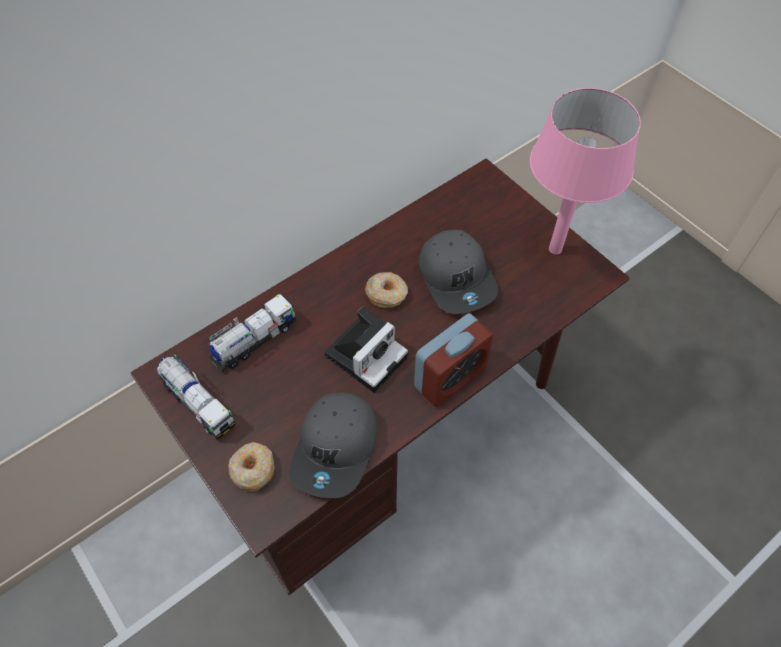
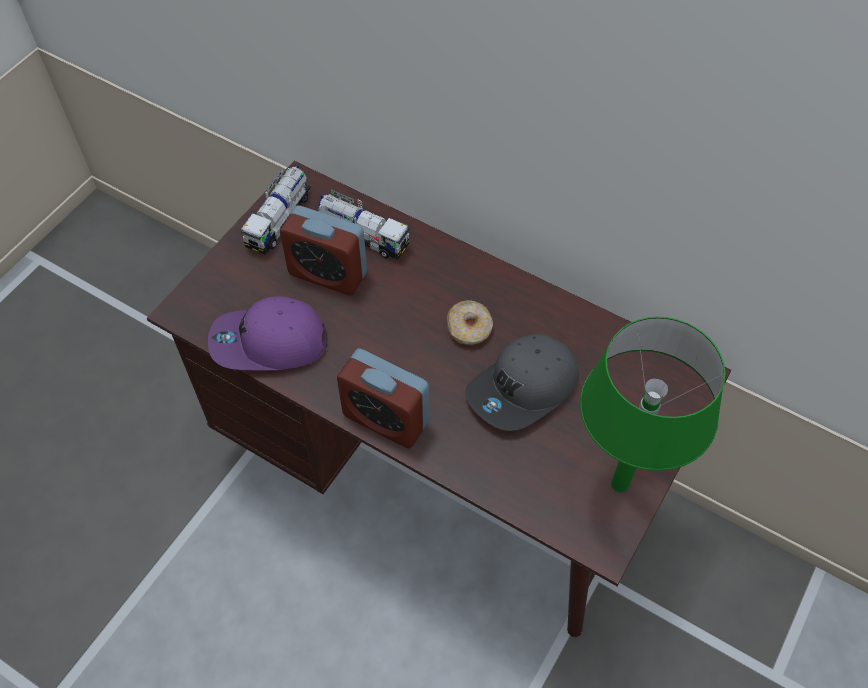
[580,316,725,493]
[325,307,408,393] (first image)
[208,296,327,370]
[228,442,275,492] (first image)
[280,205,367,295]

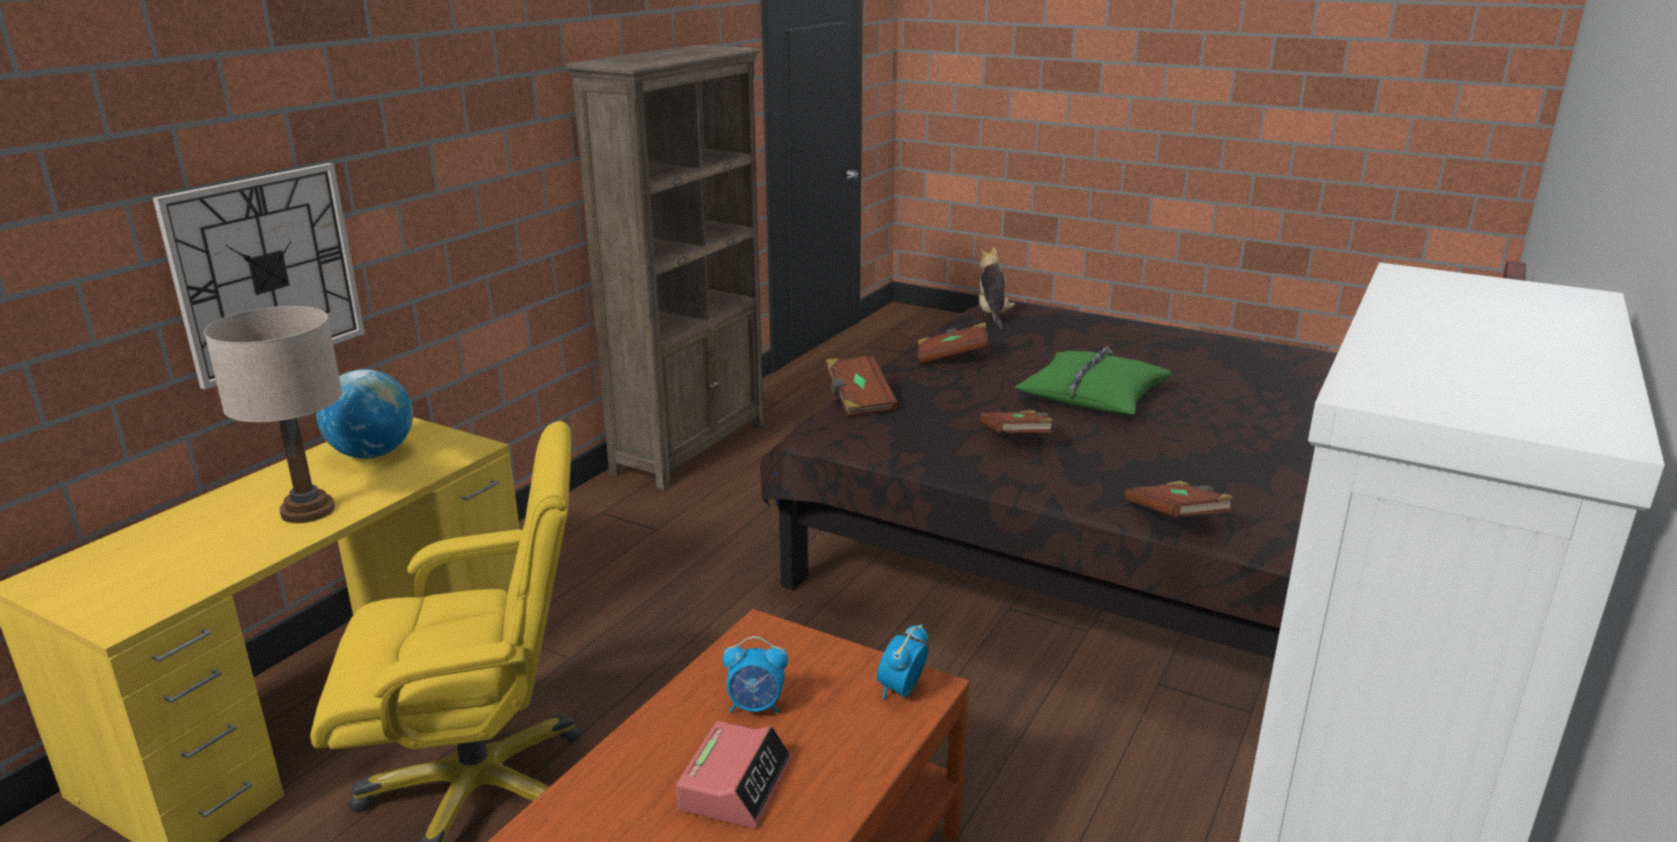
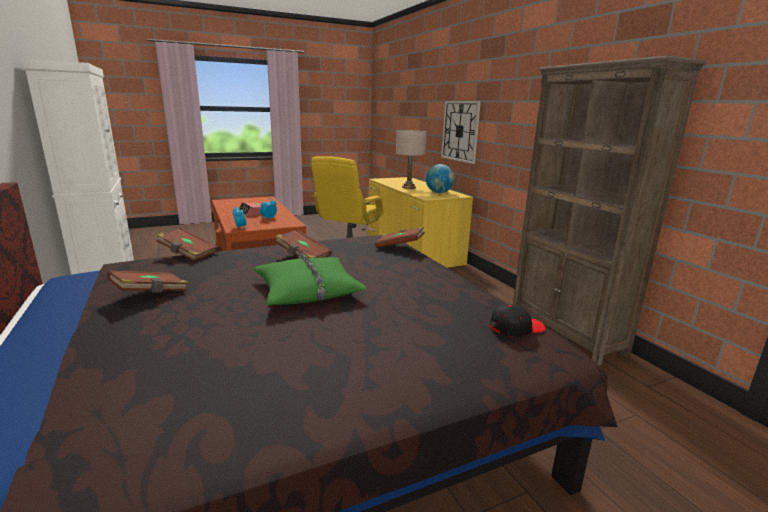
[490,304,545,337]
[107,271,188,292]

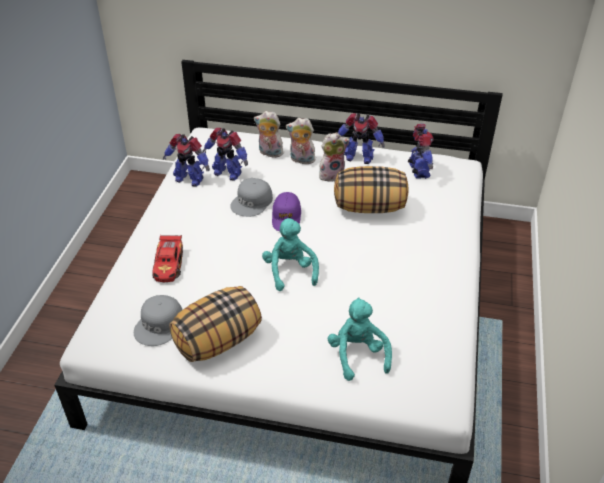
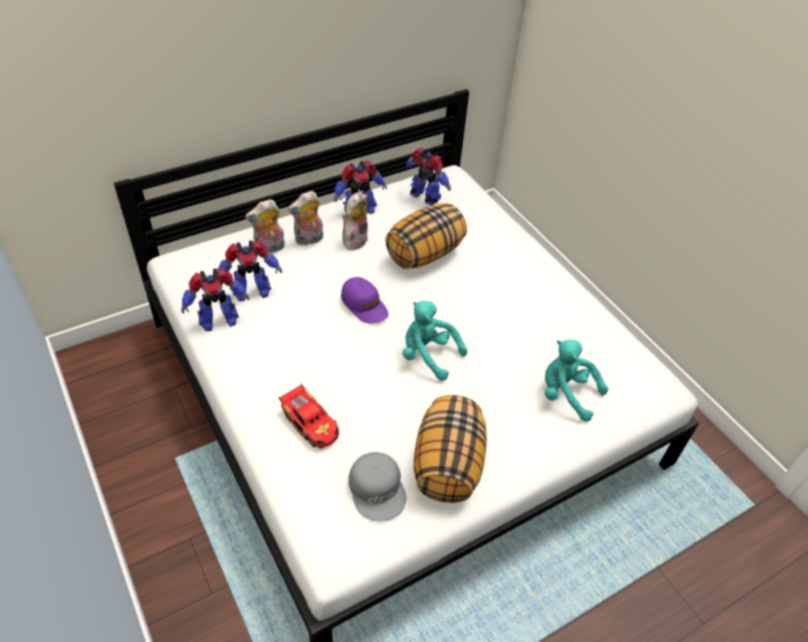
[230,178,273,217] (first image)

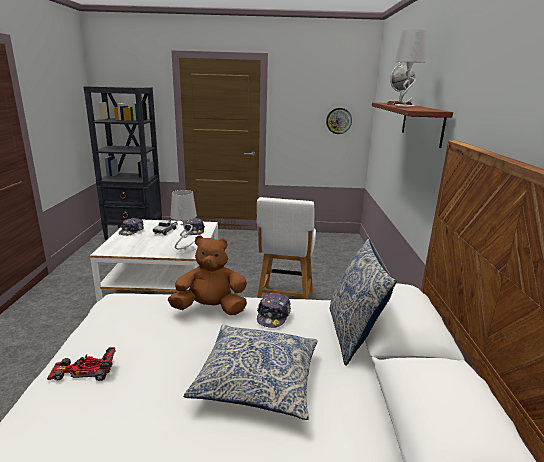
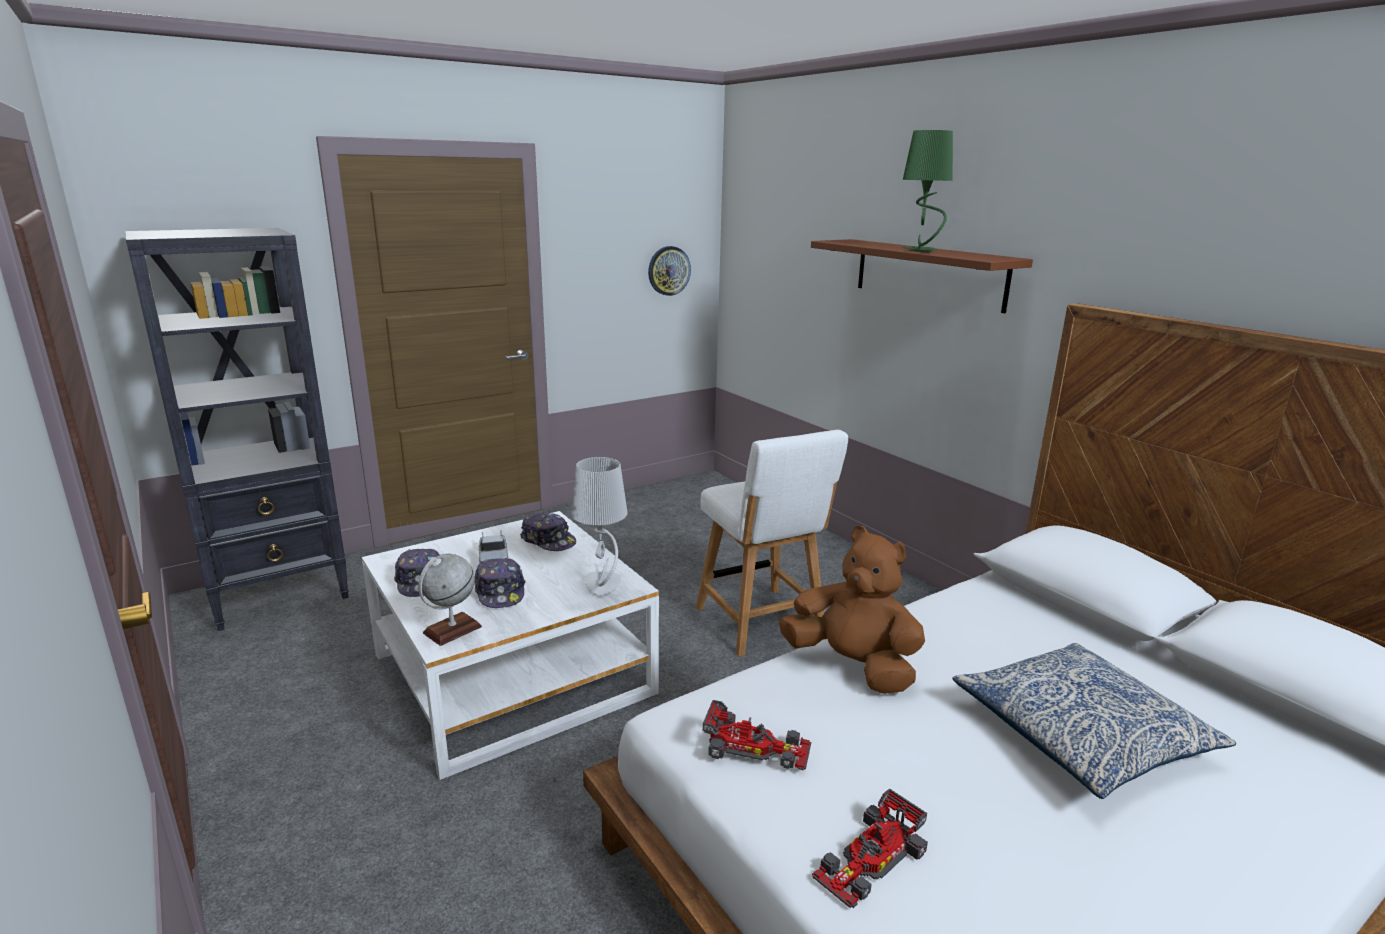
[903,130,953,252]
[418,554,482,646]
[779,526,925,694]
[329,239,397,366] (first image)
[474,558,526,608]
[703,700,811,770]

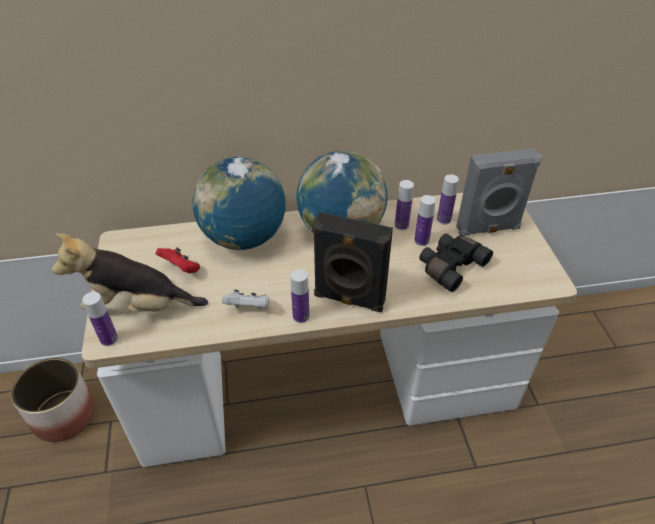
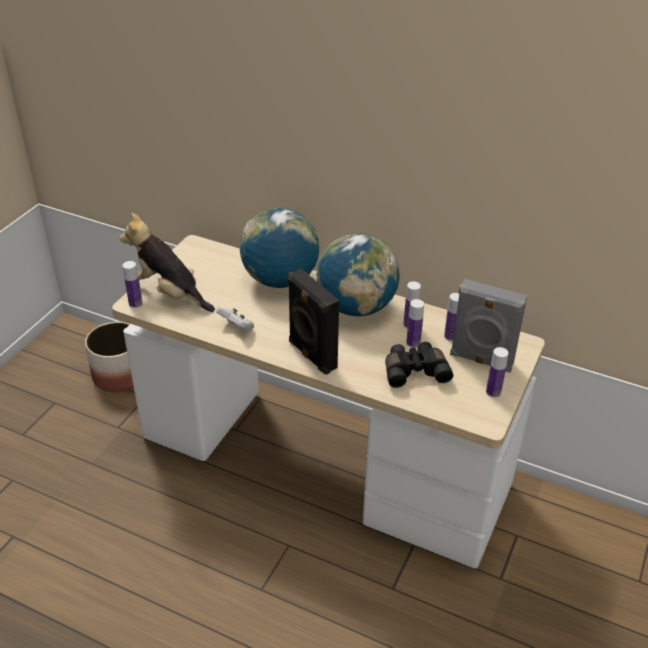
[156,248,200,274] (first image)
[486,347,508,398]

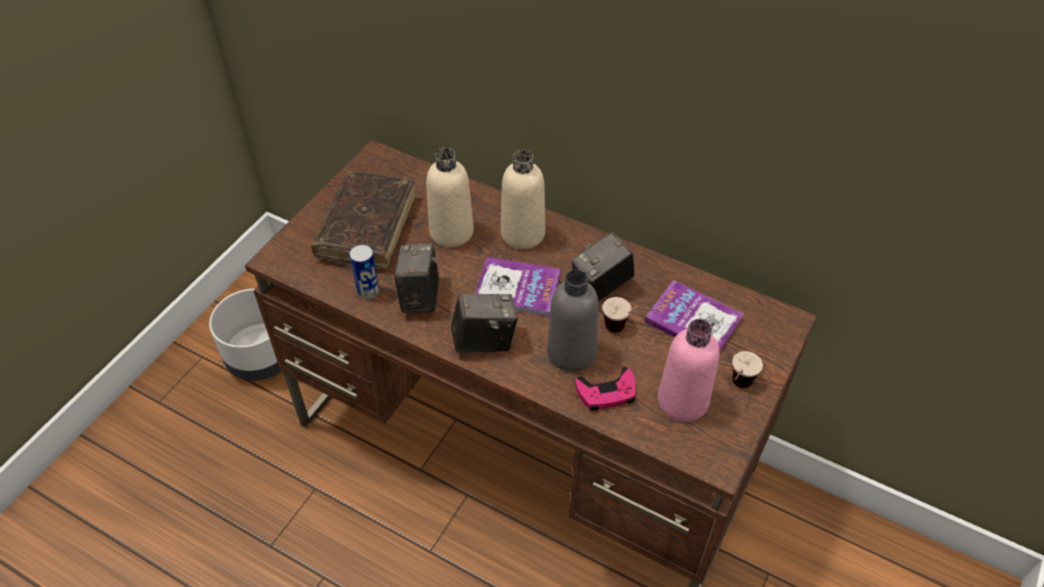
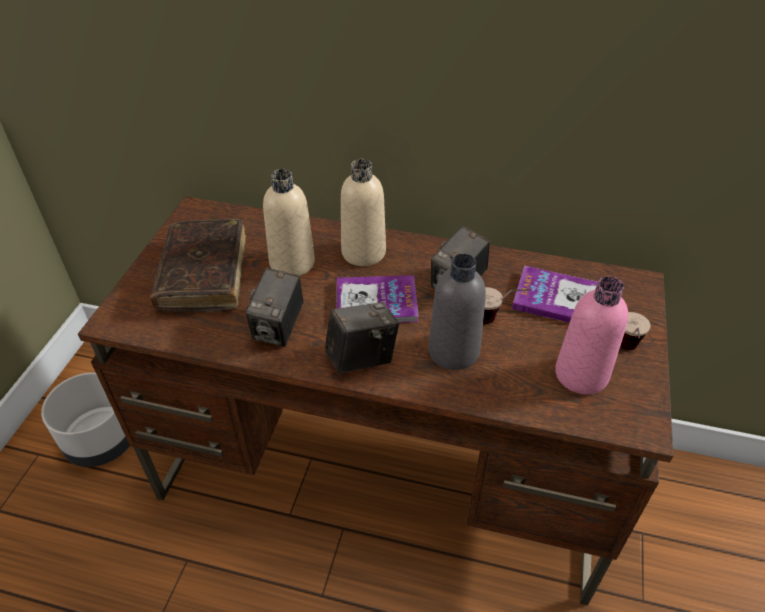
[246,268,304,347]
[349,244,379,299] (first image)
[576,367,636,411] (first image)

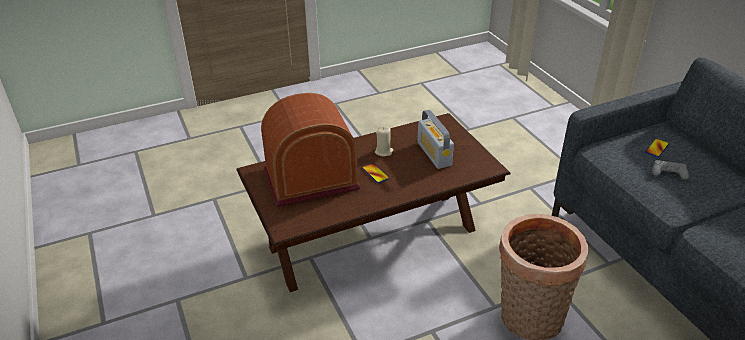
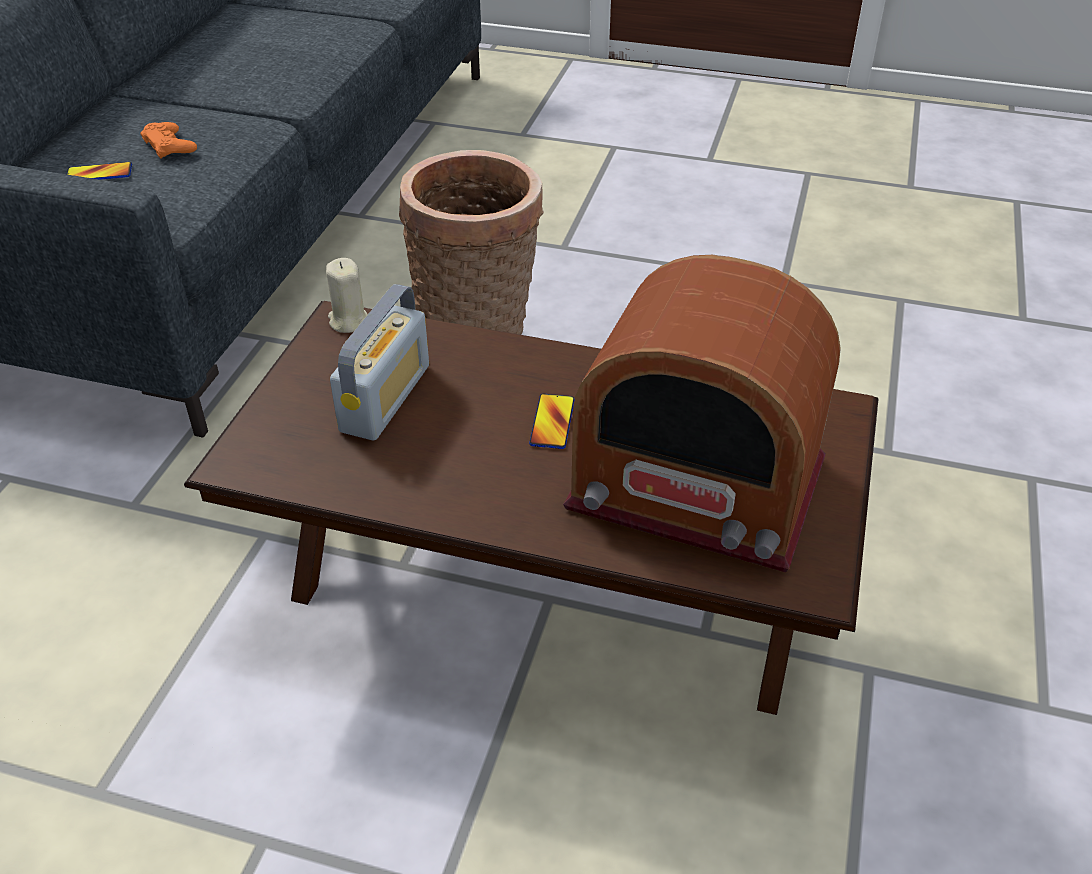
[326,258,368,333]
[140,122,197,159]

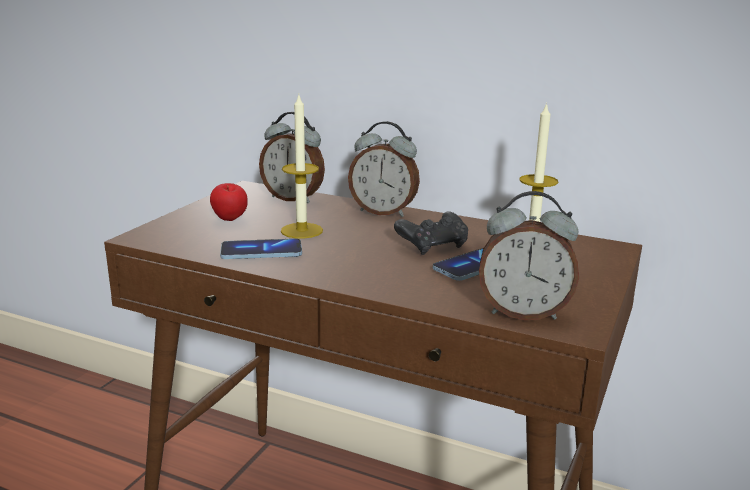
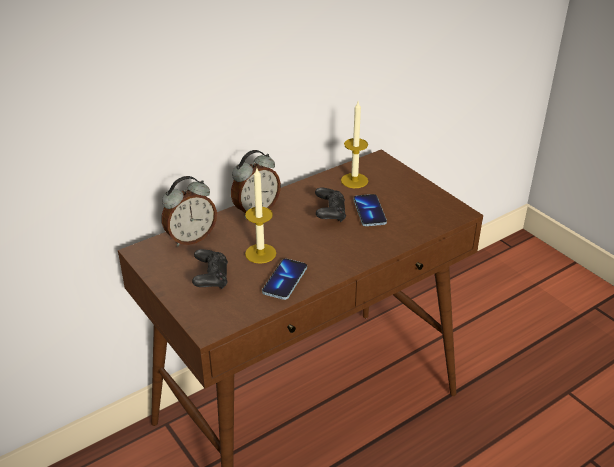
[192,249,228,289]
[479,191,579,320] (first image)

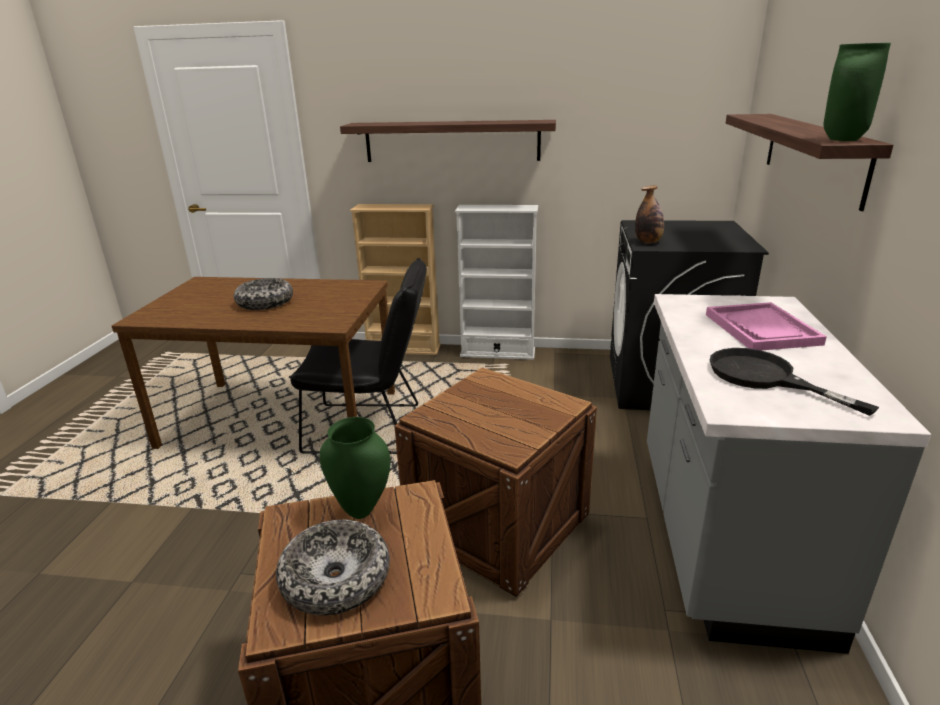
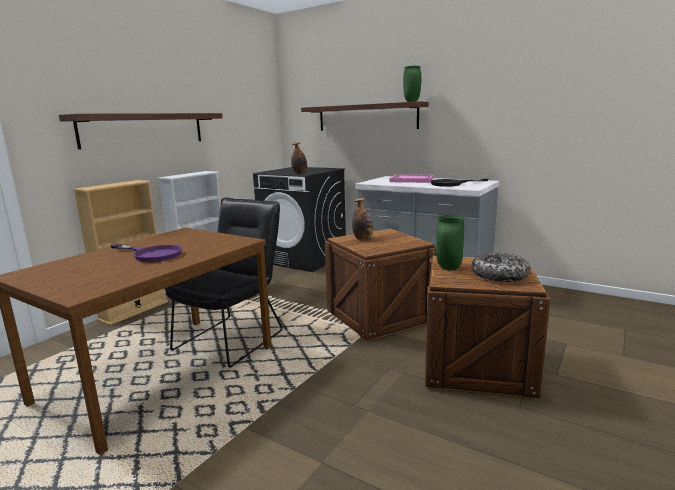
[111,244,183,262]
[352,198,373,240]

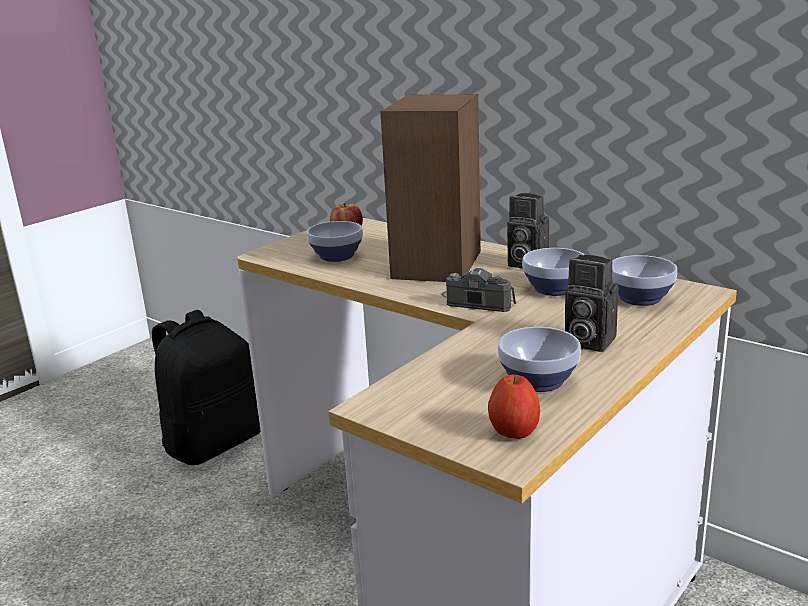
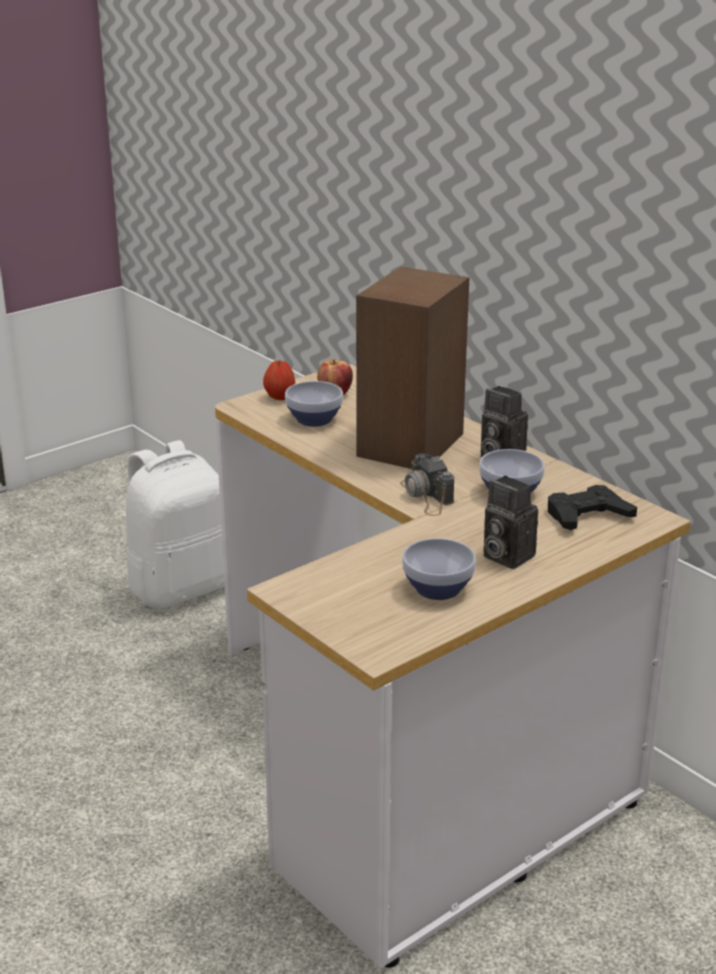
[548,485,637,530]
[400,453,454,516]
[126,440,225,609]
[263,360,295,400]

